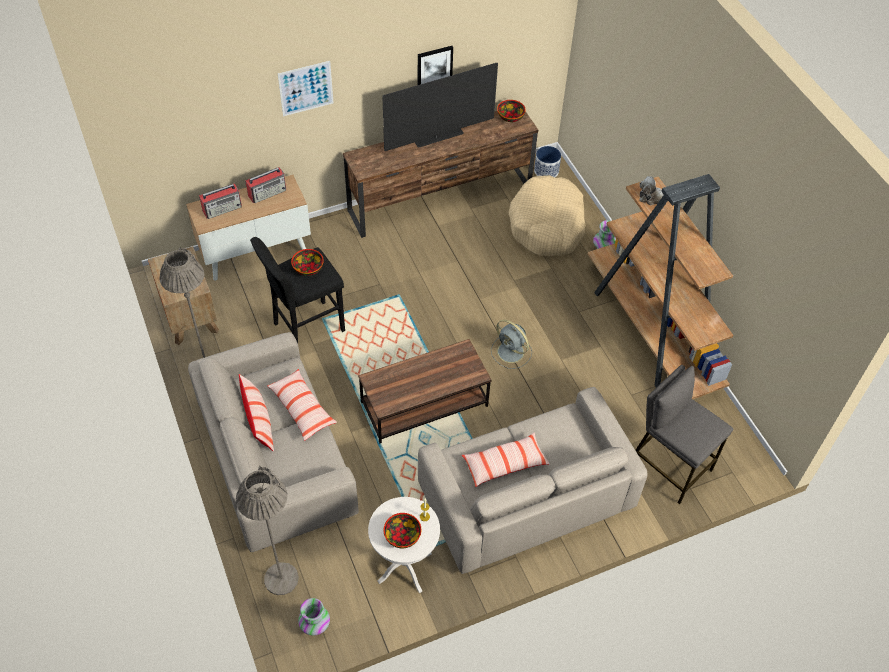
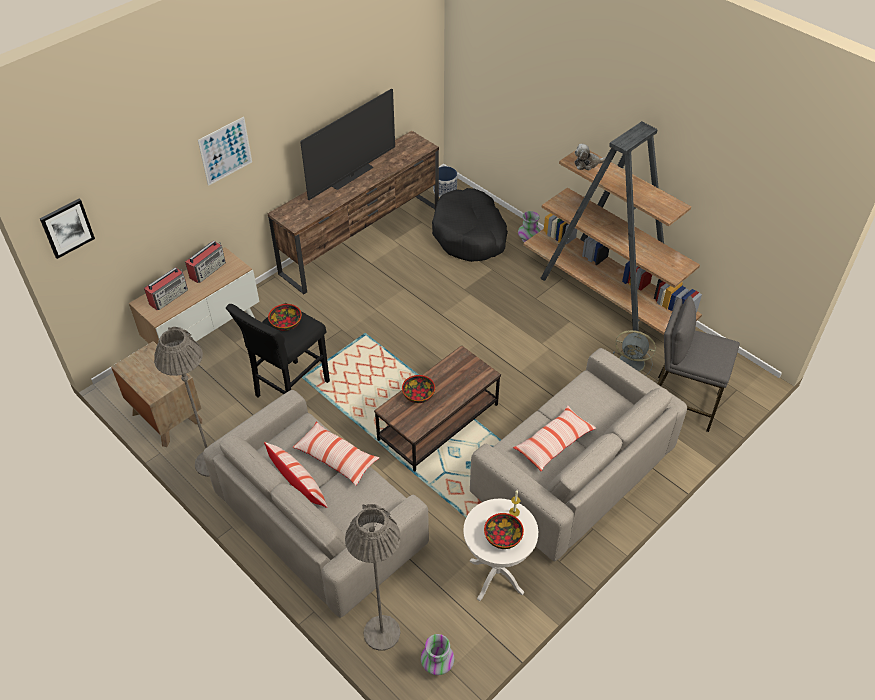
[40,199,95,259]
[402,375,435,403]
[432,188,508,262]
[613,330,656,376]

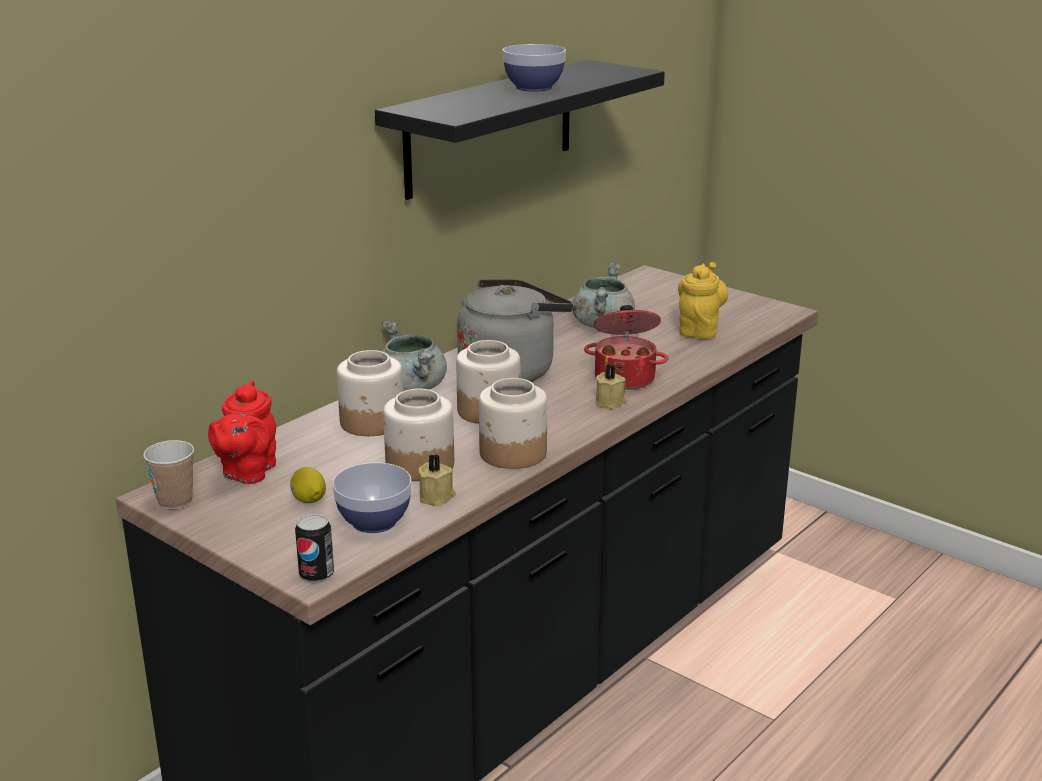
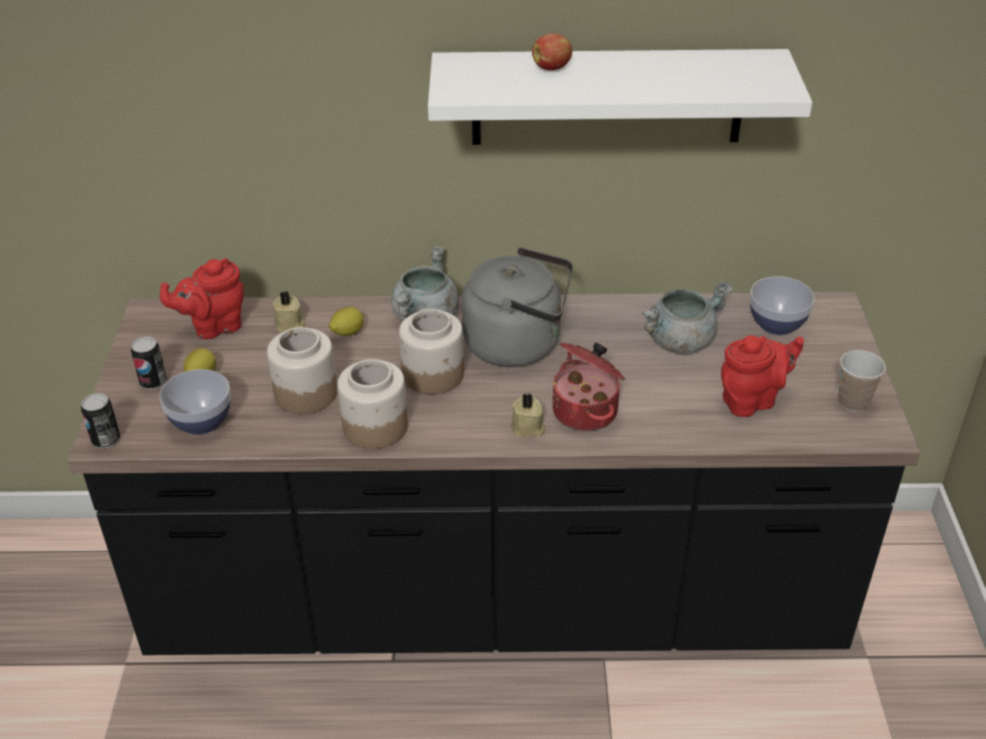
[750,276,815,335]
[428,49,812,145]
[721,335,804,417]
[329,307,364,336]
[838,350,886,412]
[273,291,305,332]
[532,33,572,70]
[131,337,167,389]

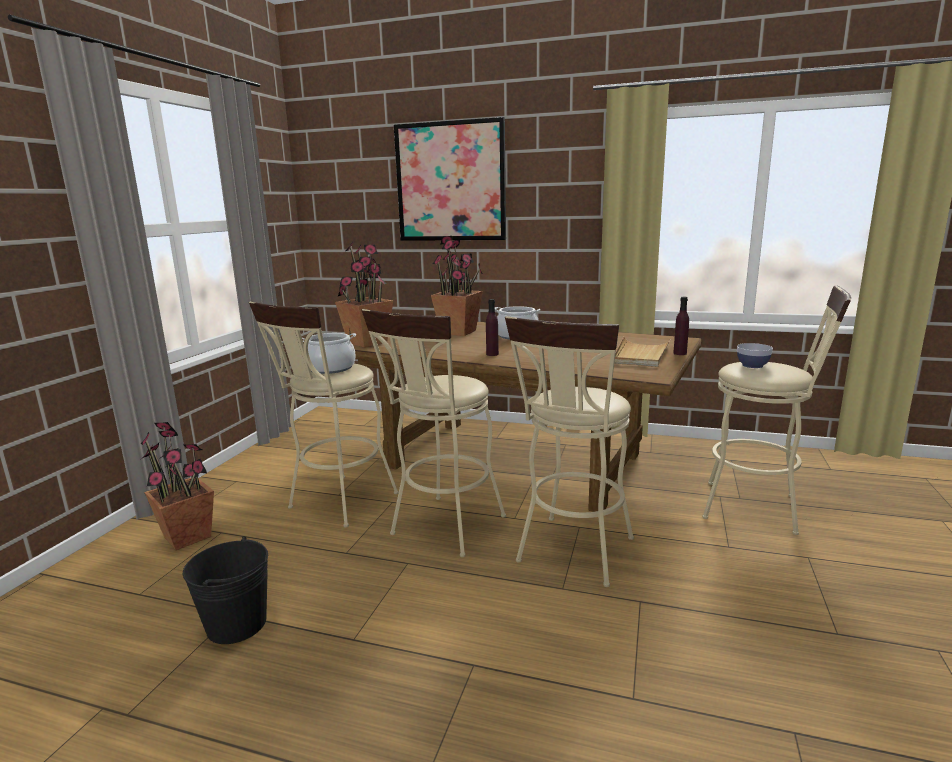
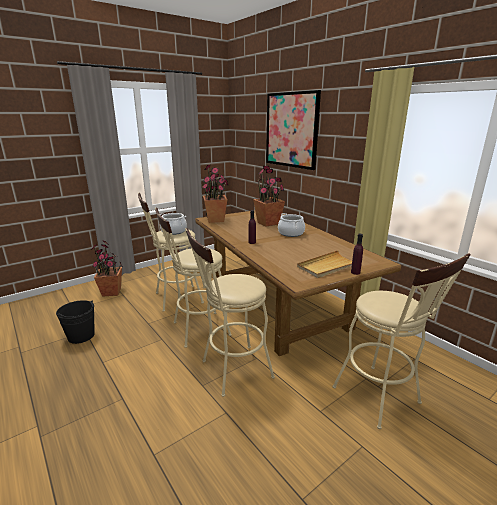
[737,343,773,368] (first image)

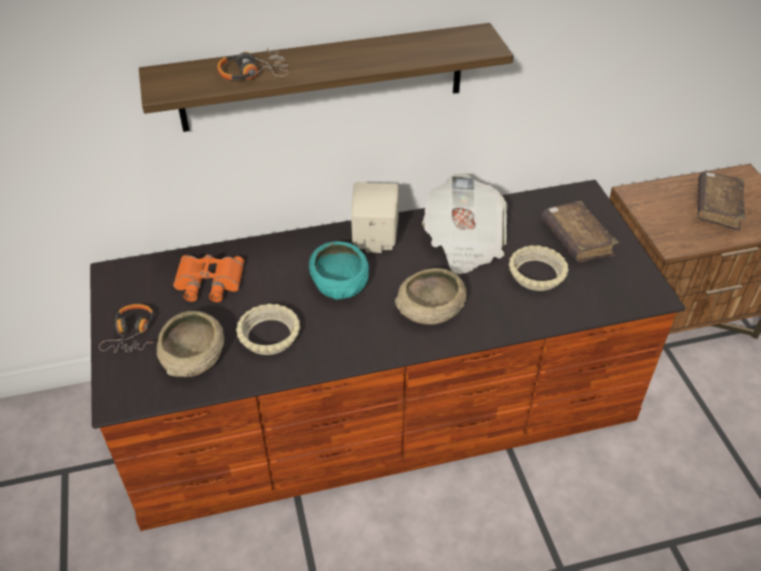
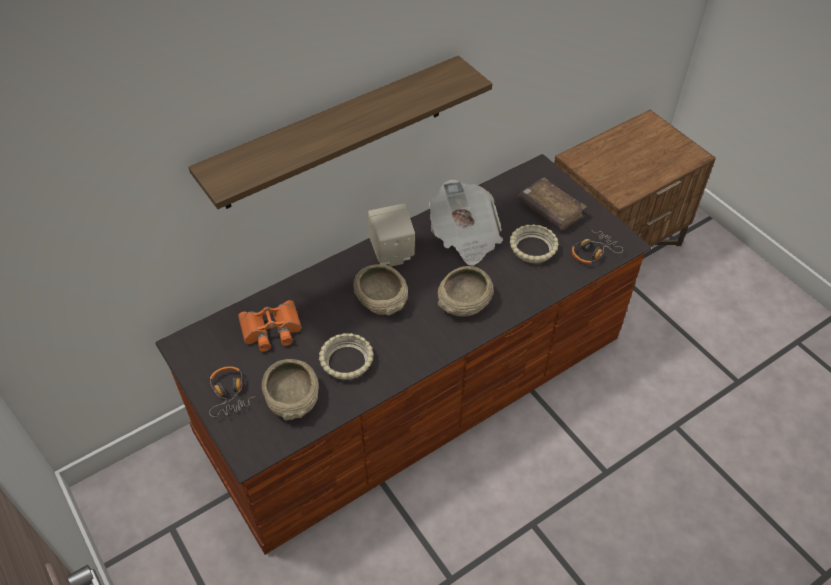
[572,230,623,264]
[697,171,746,231] (first image)
[353,264,408,316]

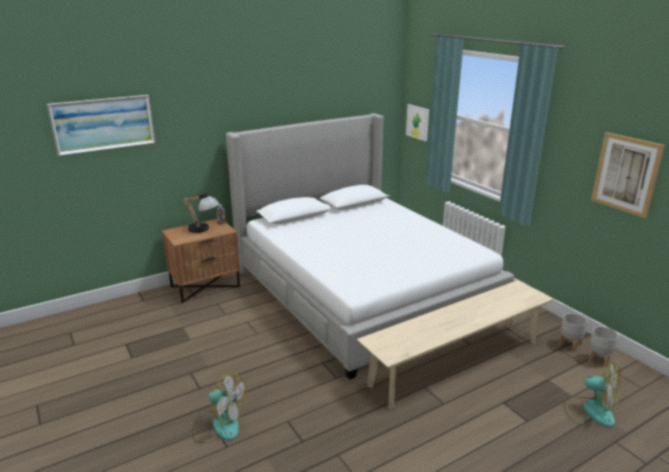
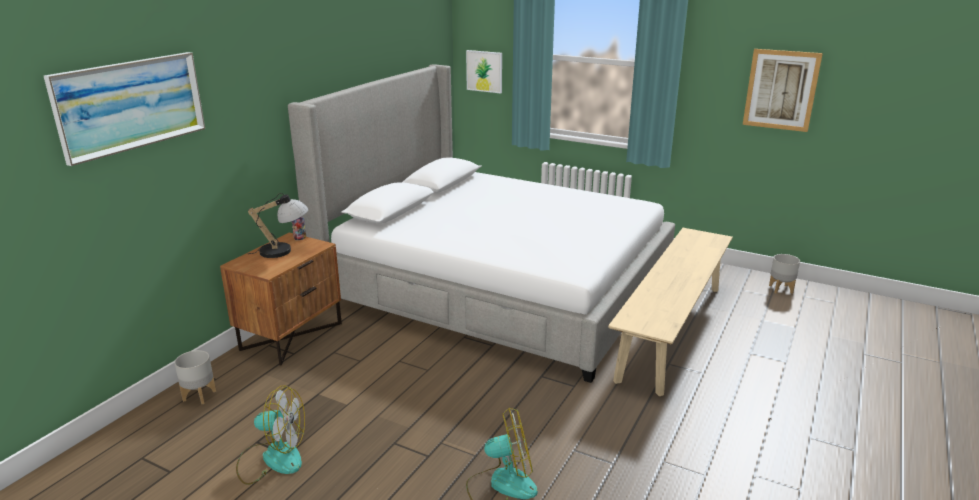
[174,350,216,404]
[236,385,305,485]

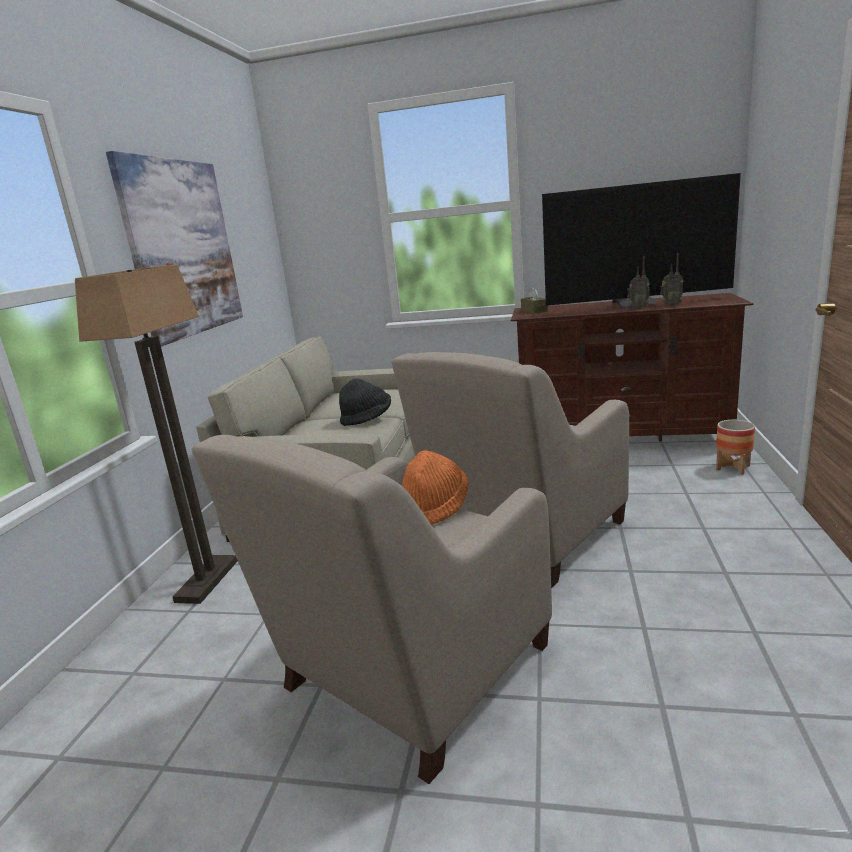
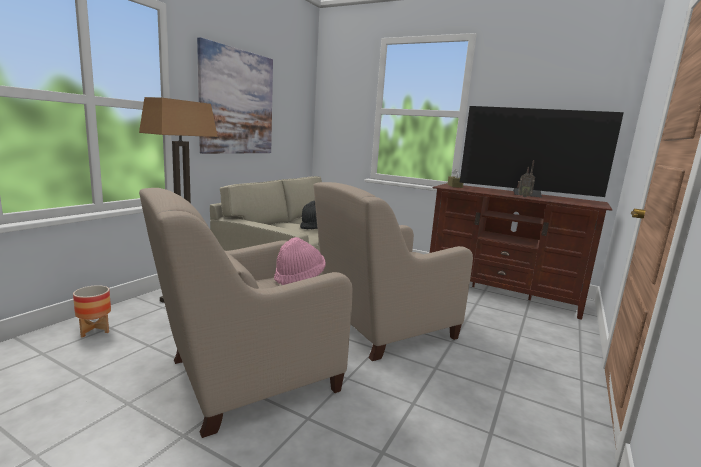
[660,253,683,306] (first image)
[73,285,111,338]
[274,237,326,285]

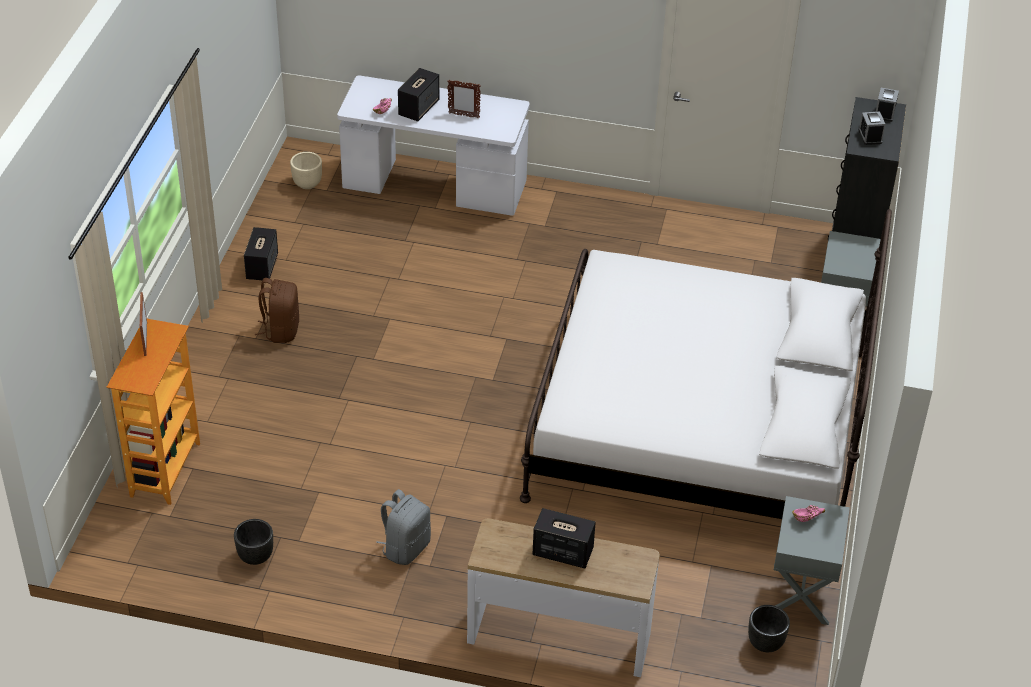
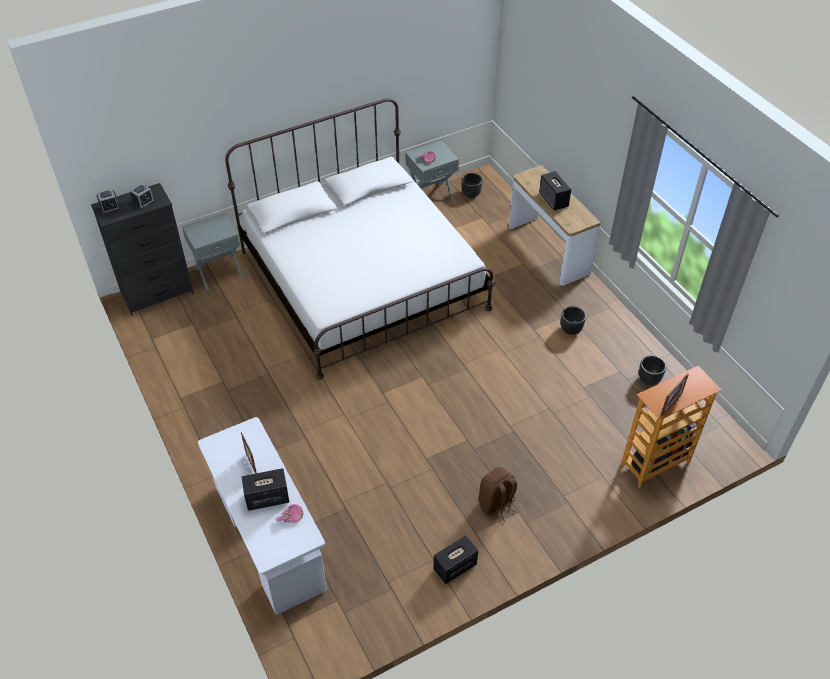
[290,152,322,189] (first image)
[561,306,586,335]

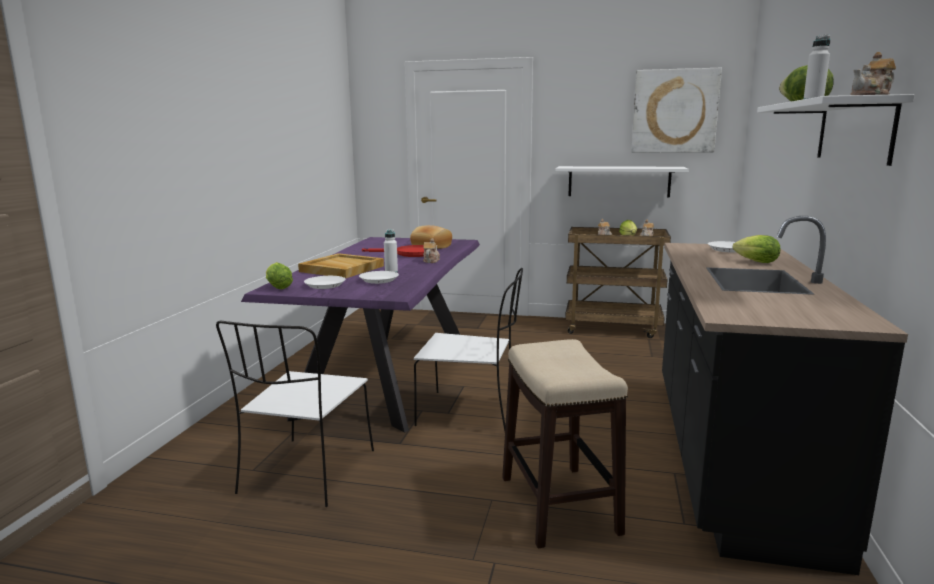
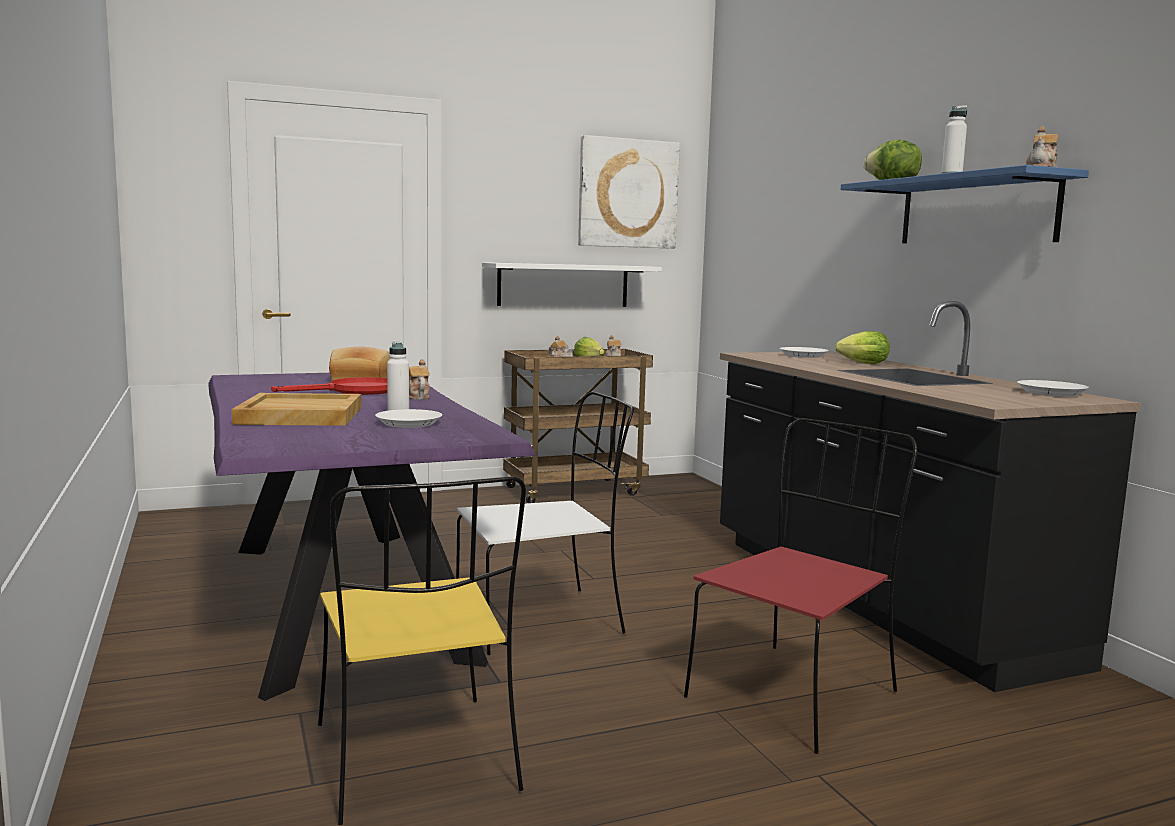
[841,165,1089,243]
[266,262,293,289] (first image)
[1017,380,1089,396]
[318,476,526,825]
[684,418,917,754]

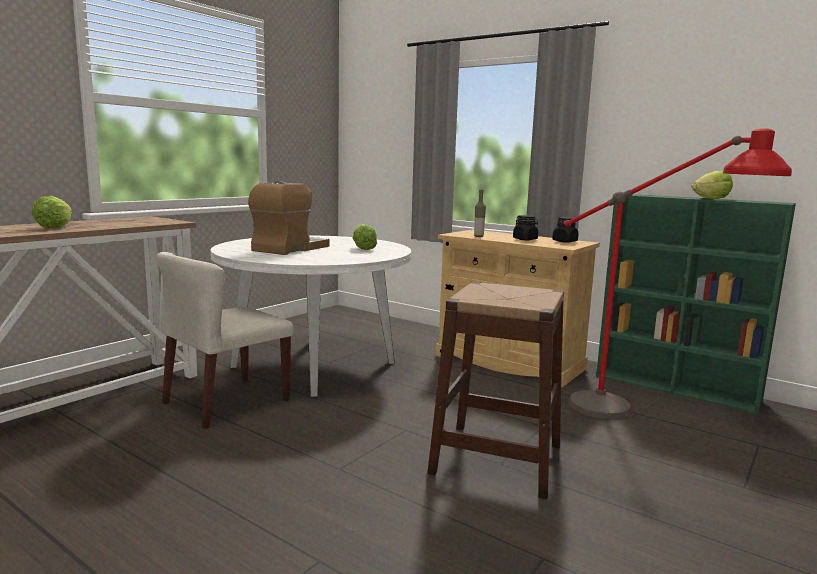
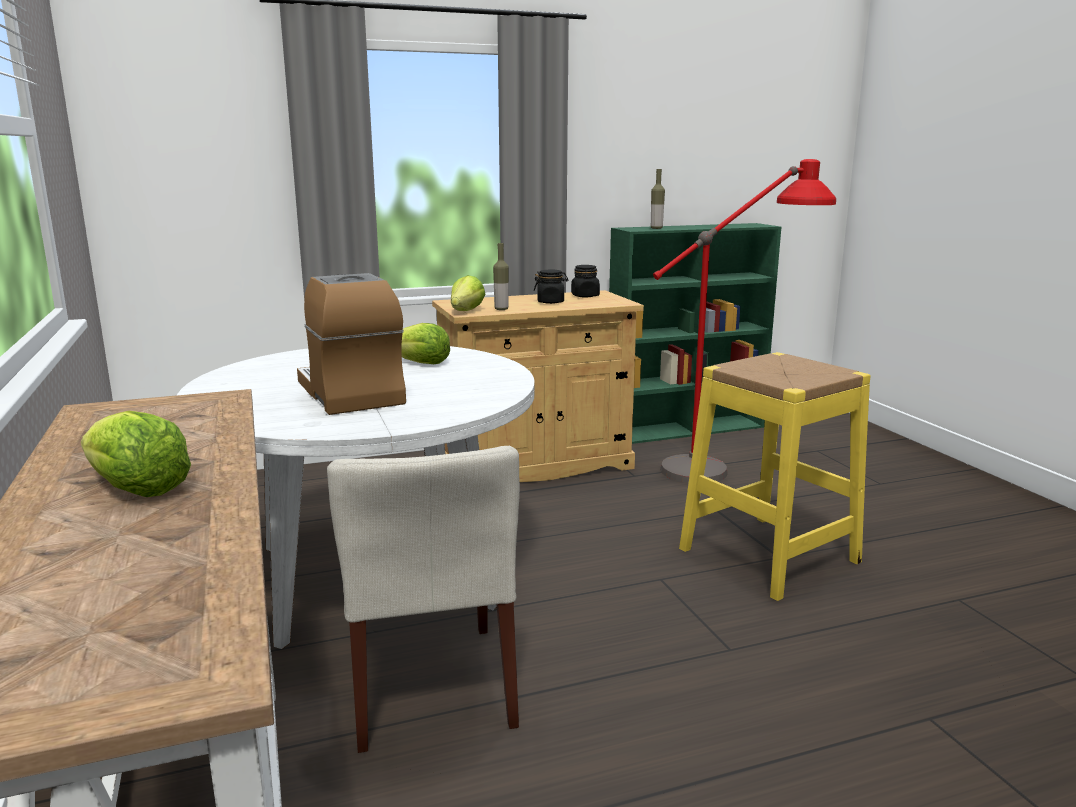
[451,275,486,311]
[679,352,871,601]
[651,169,665,229]

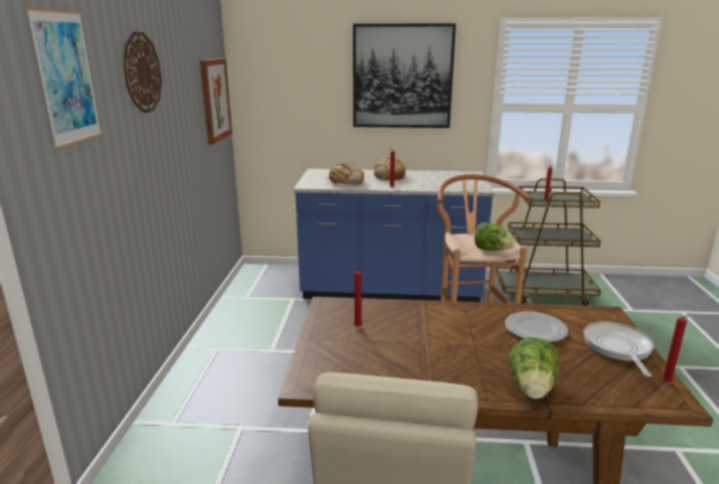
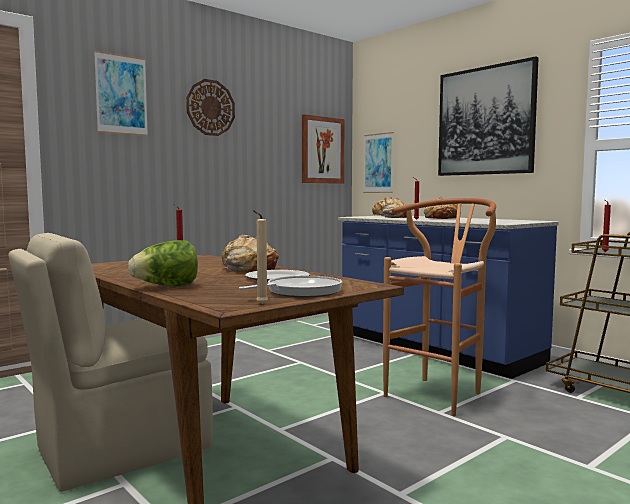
[474,222,516,251] (first image)
[253,210,268,304]
[363,132,394,193]
[222,235,279,272]

